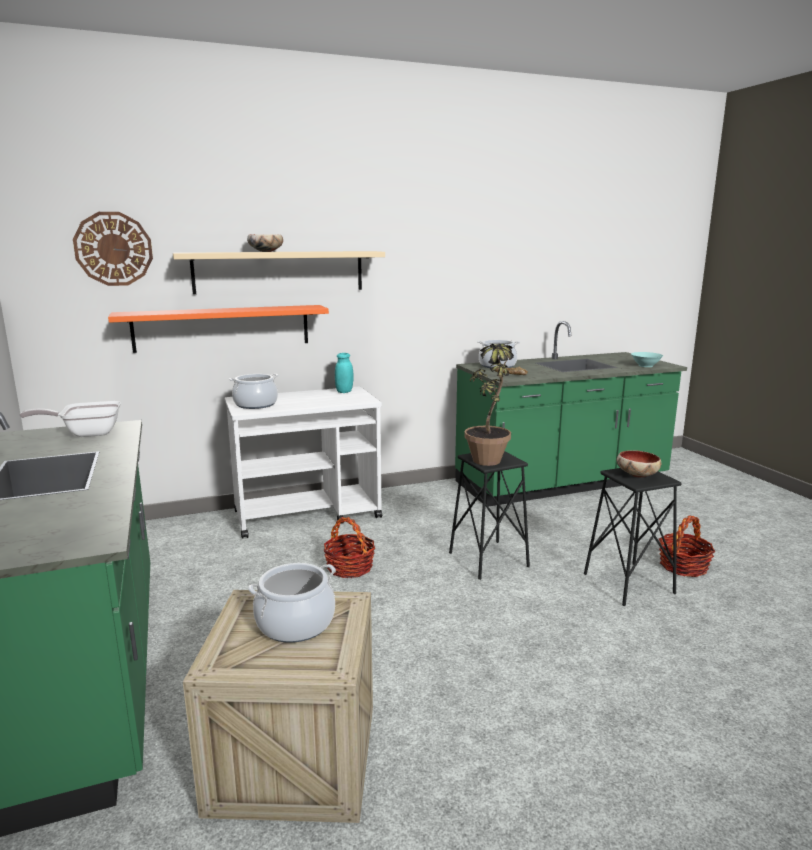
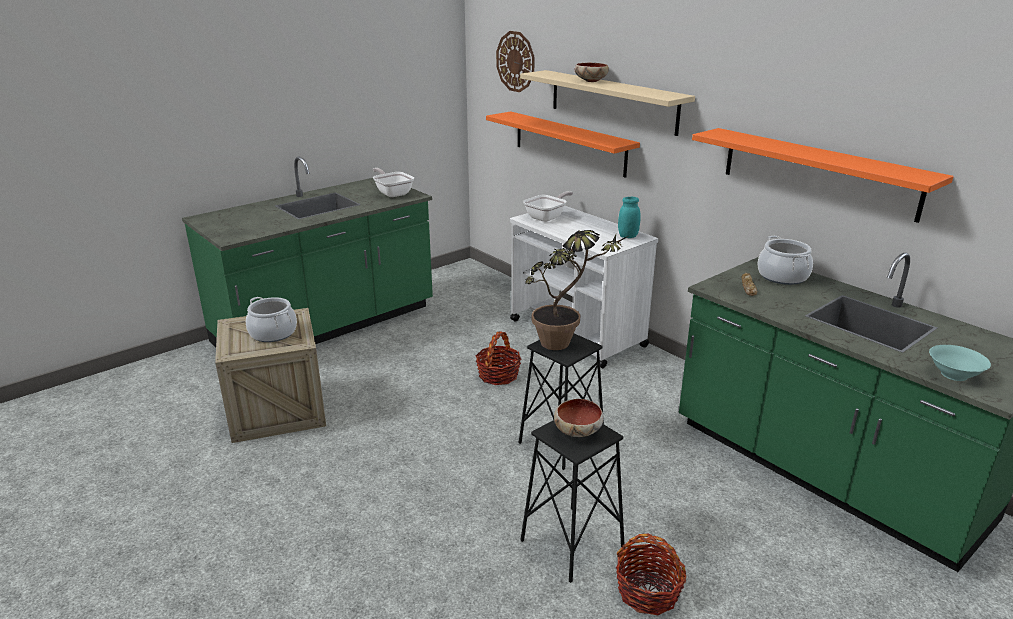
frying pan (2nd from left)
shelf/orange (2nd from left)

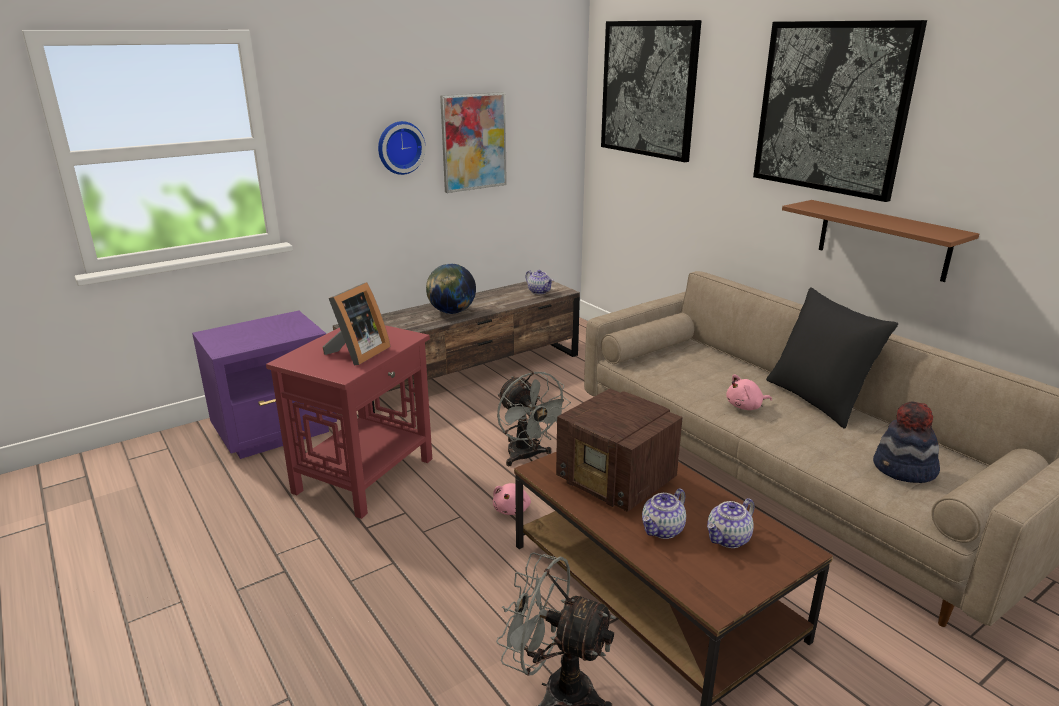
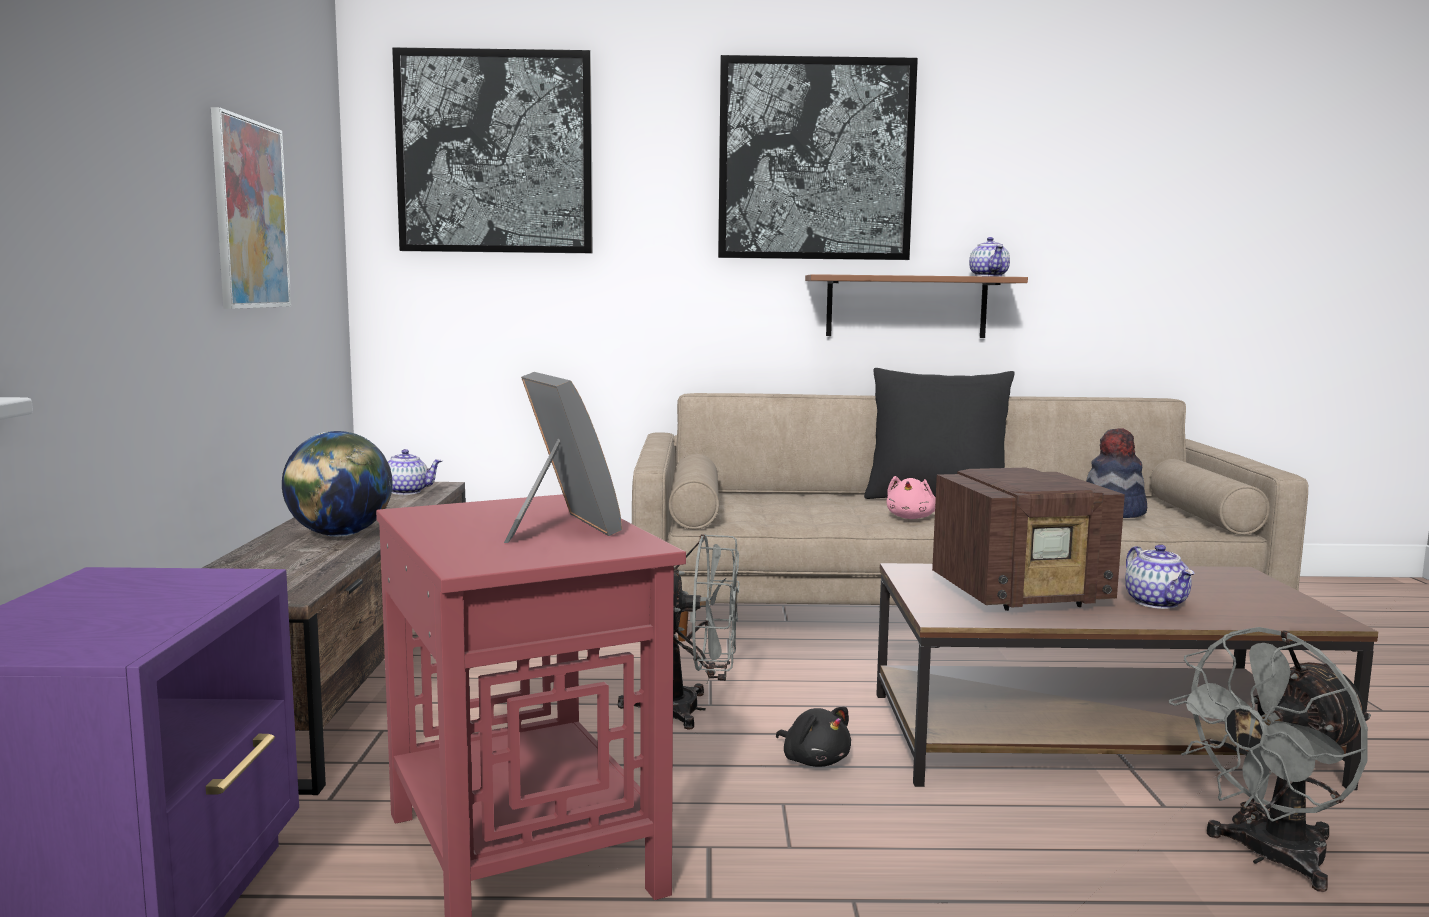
wall clock
plush toy/black
teapot (2nd from left)

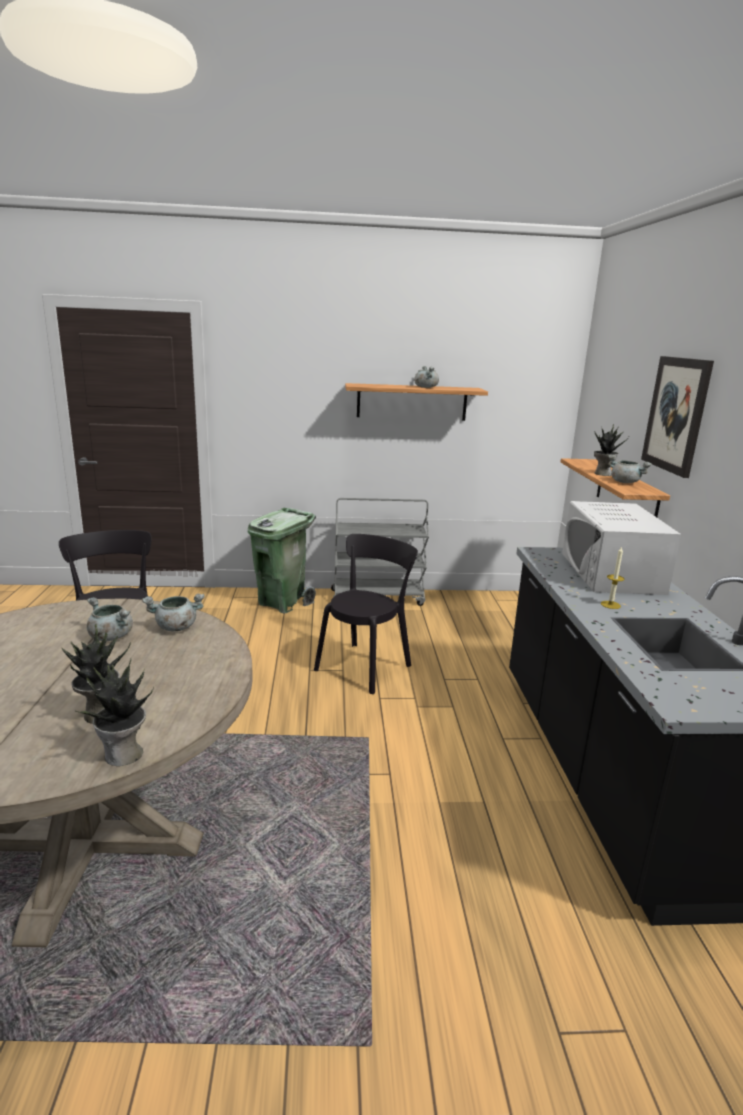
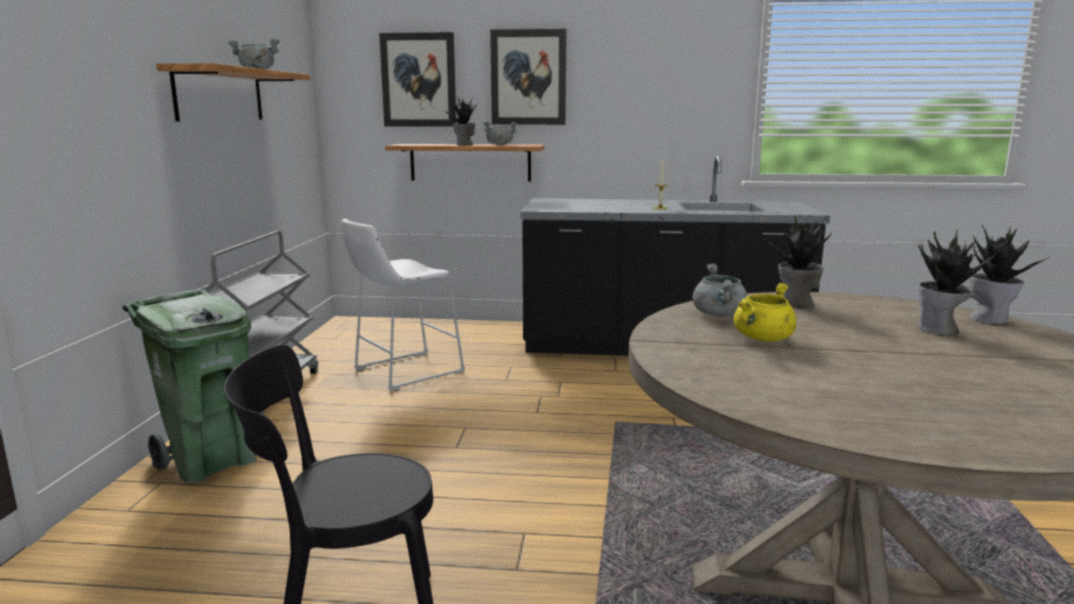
microwave/white
chair/black (2nd from left in the first image)
cooking pot/yellow
picture (1st from left)
potted plant (2nd from left)
stool/white

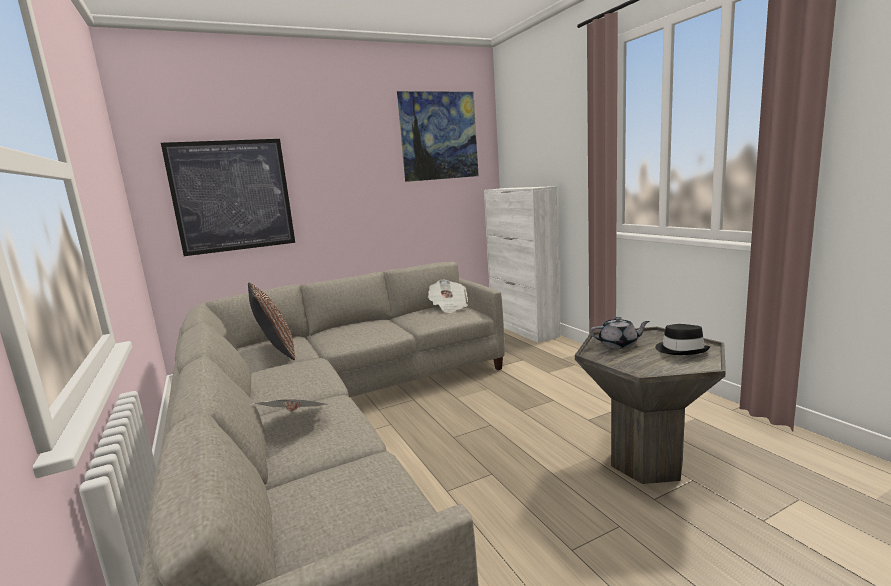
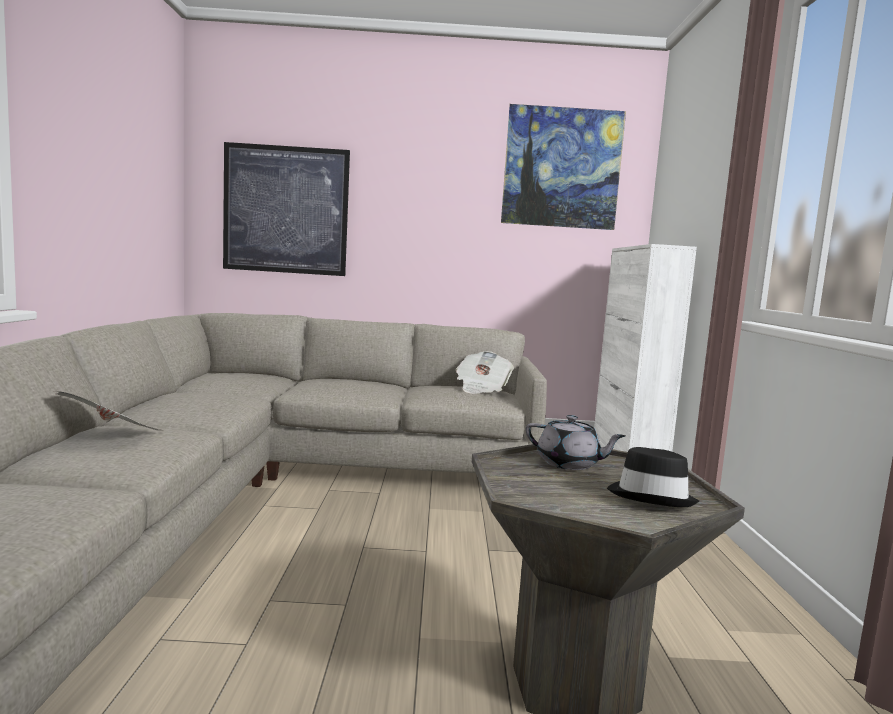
pillow/brown

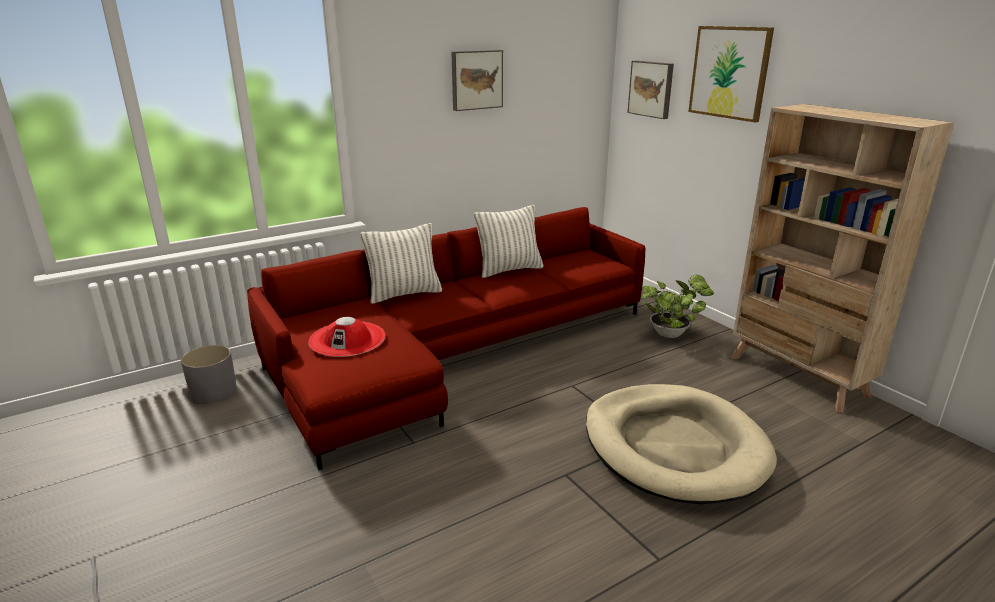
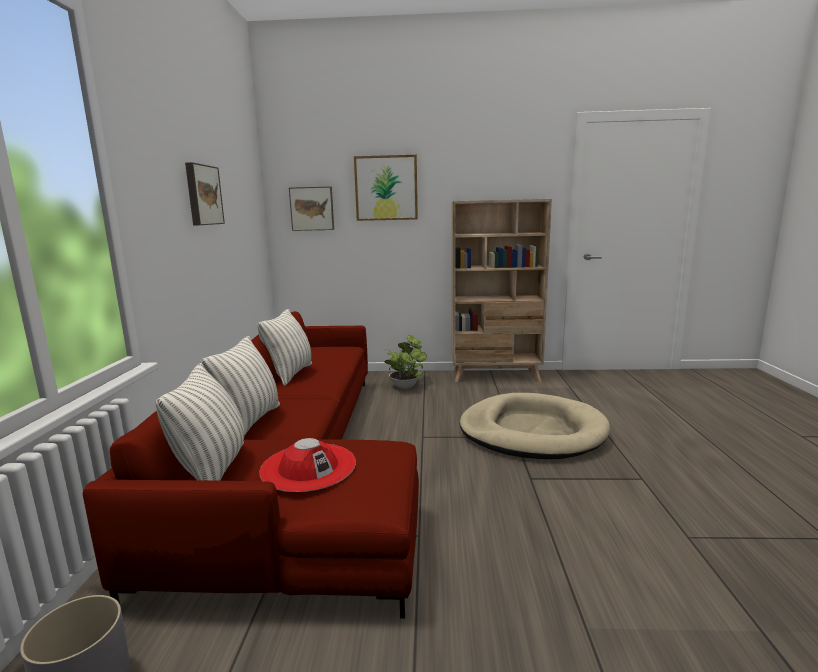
pillow (1st from left)

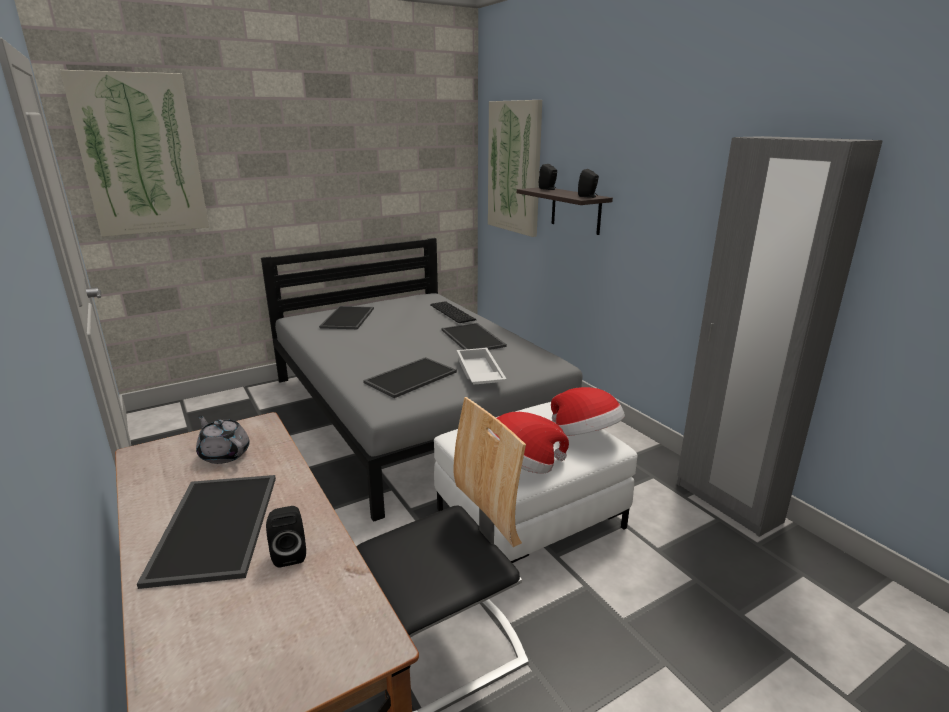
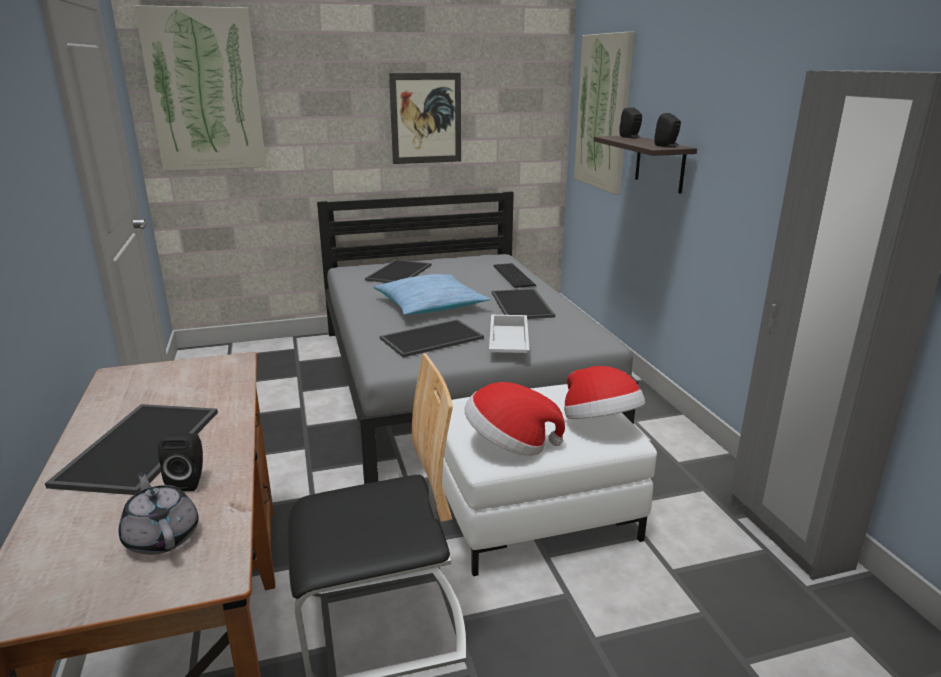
teapot/grey
picture (2nd from left)
pillow

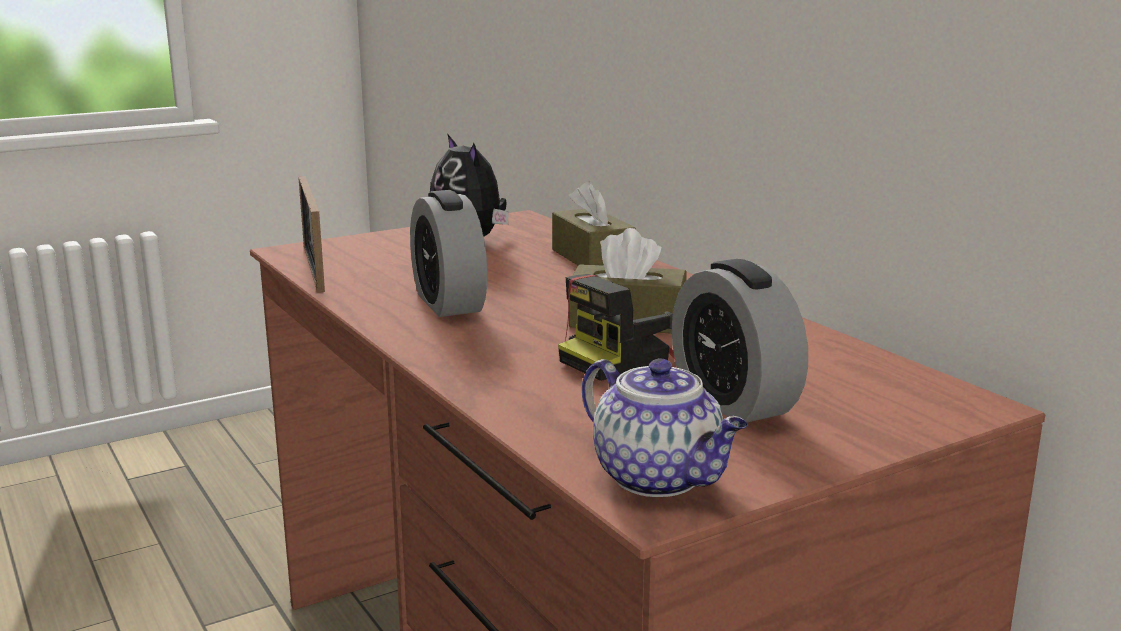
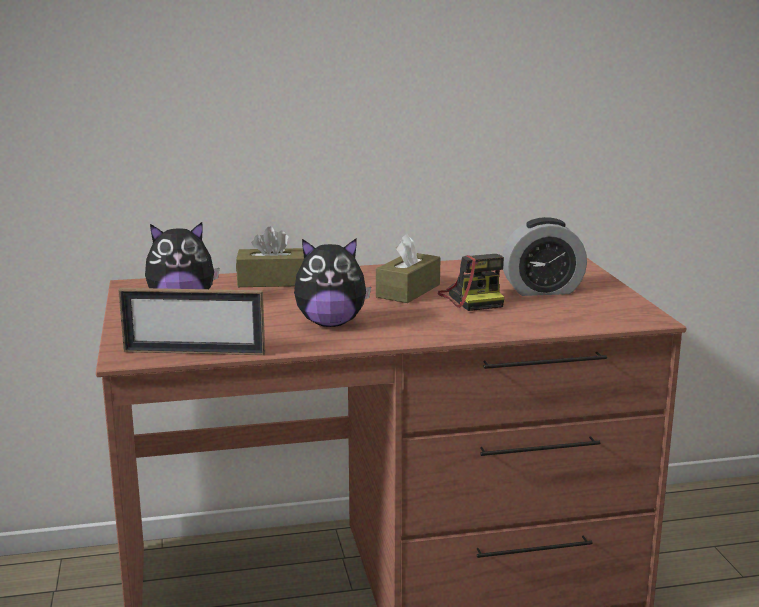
plush toy (2nd from left)
teapot

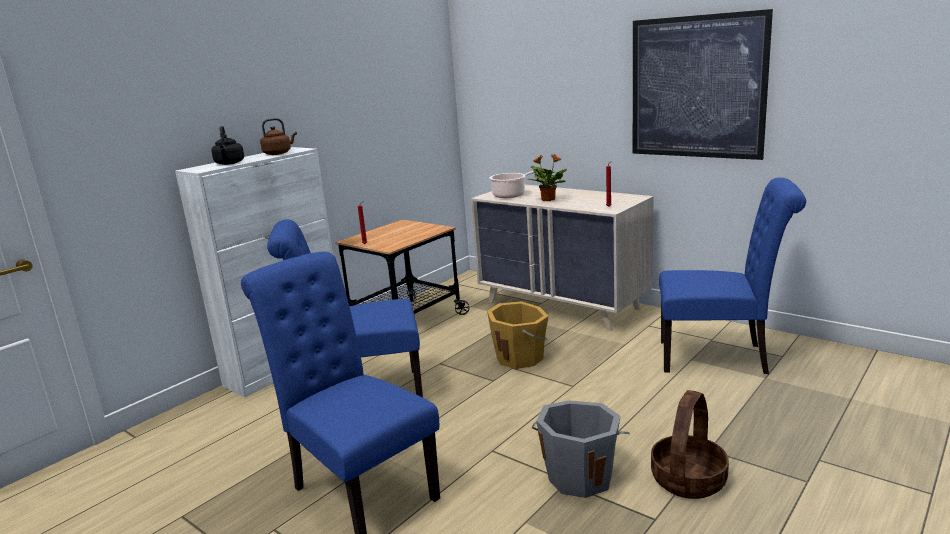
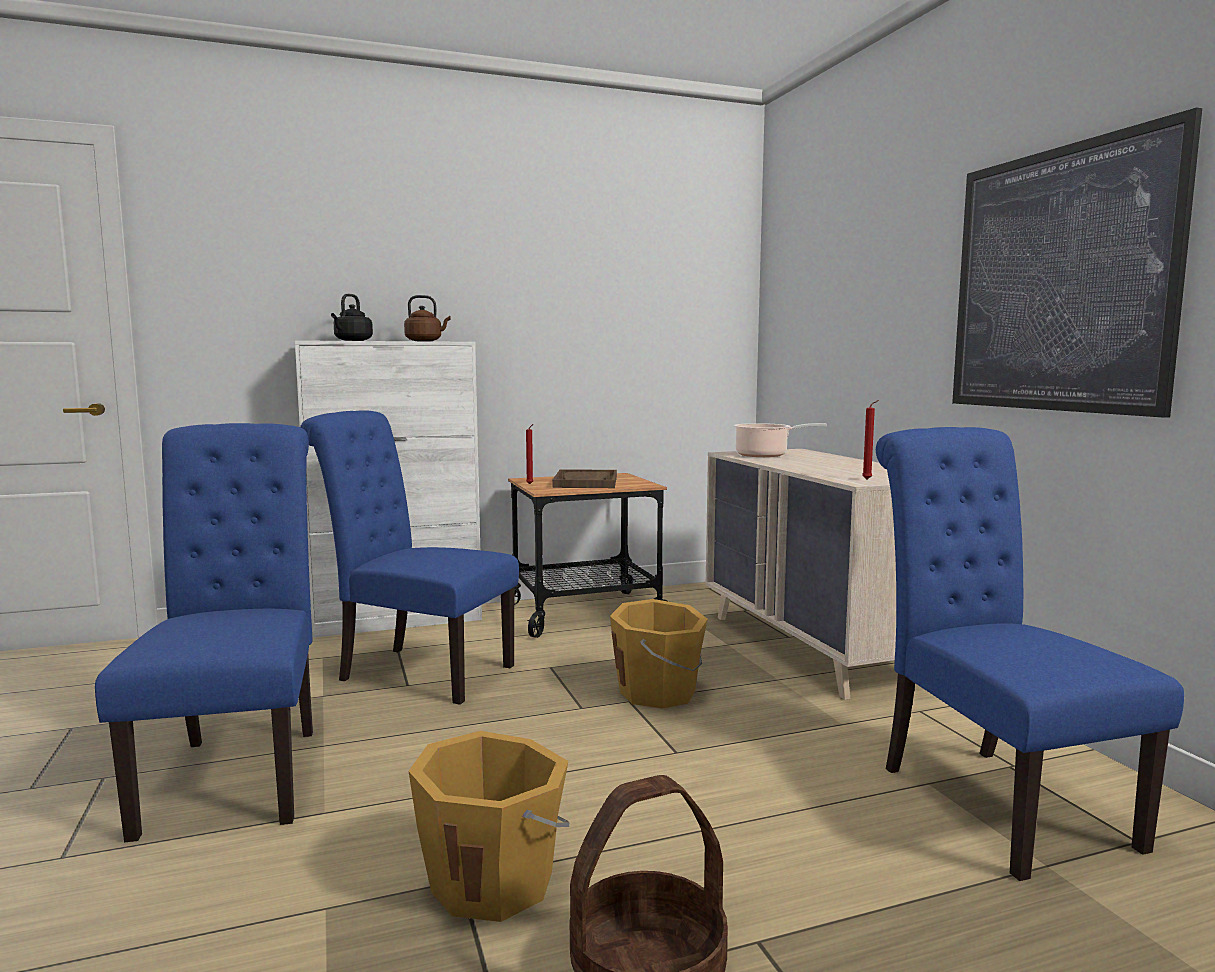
potted plant
chair/blue (3rd from left)
bucket/orange (1st from left)
tray/brown

